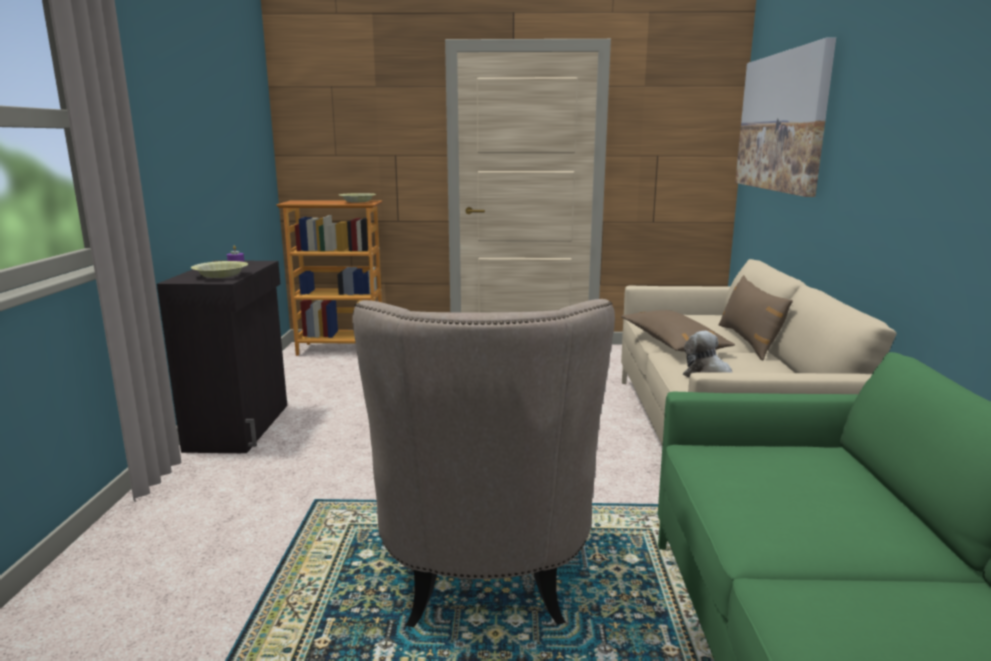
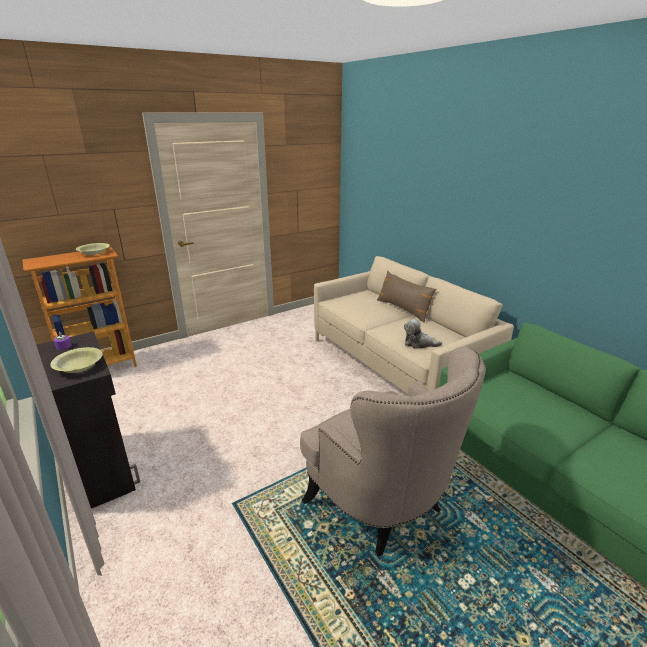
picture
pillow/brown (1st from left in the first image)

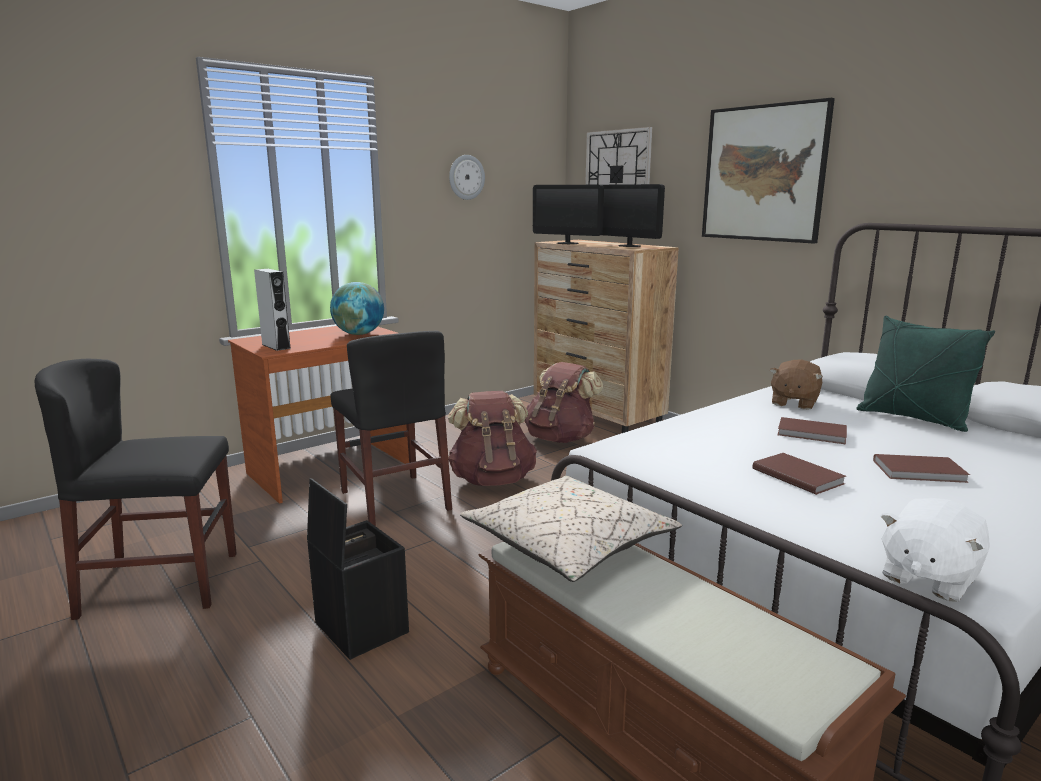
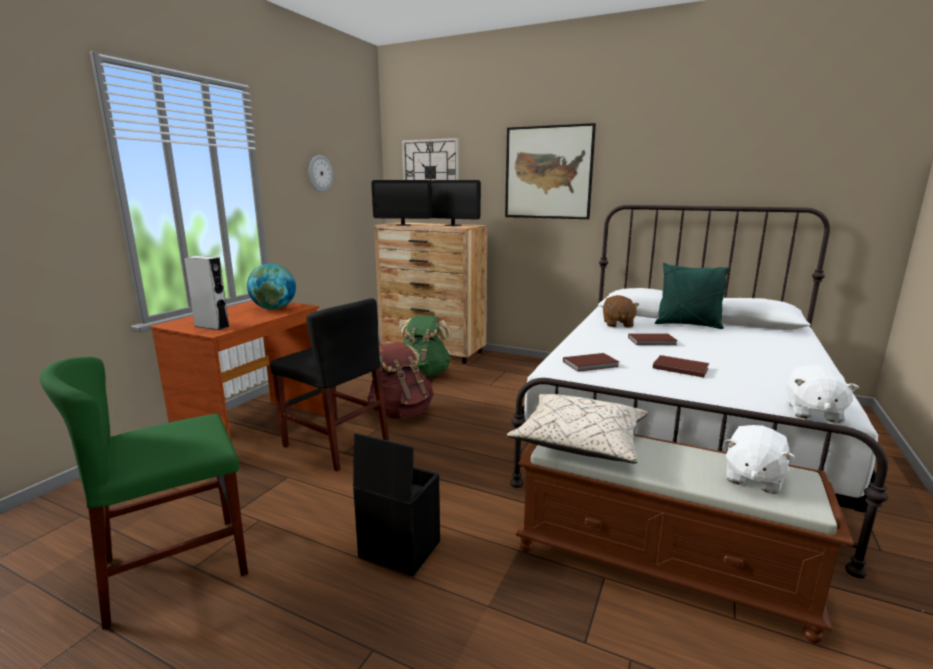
chair/green
backpack/green
book/brown (1st from left)
plush toy/white (1st from left)

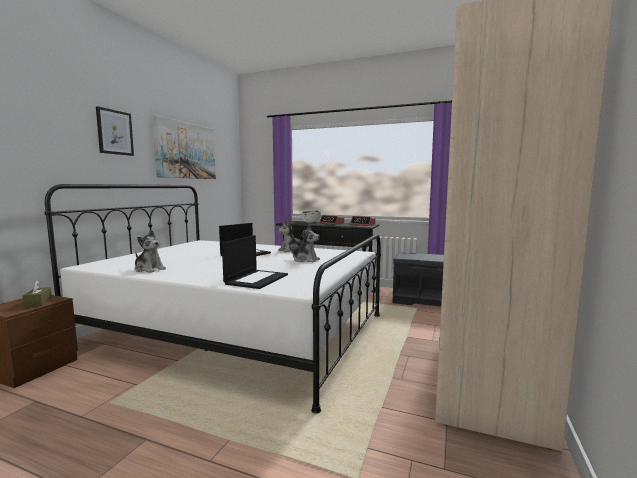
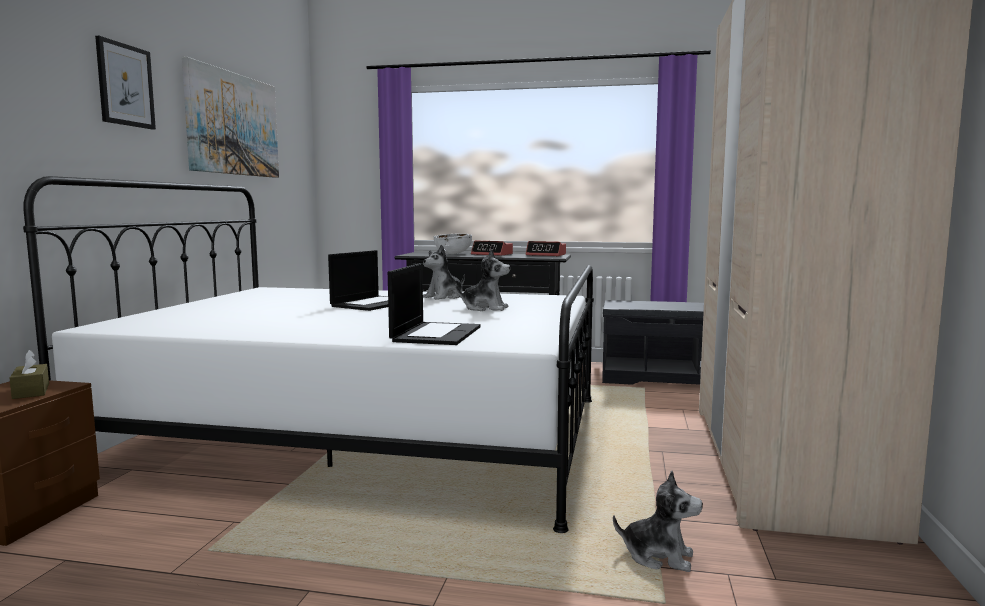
plush toy (3rd from left)

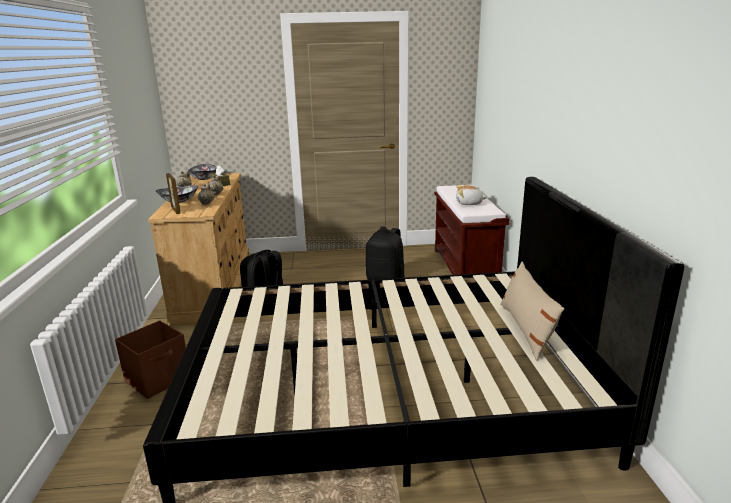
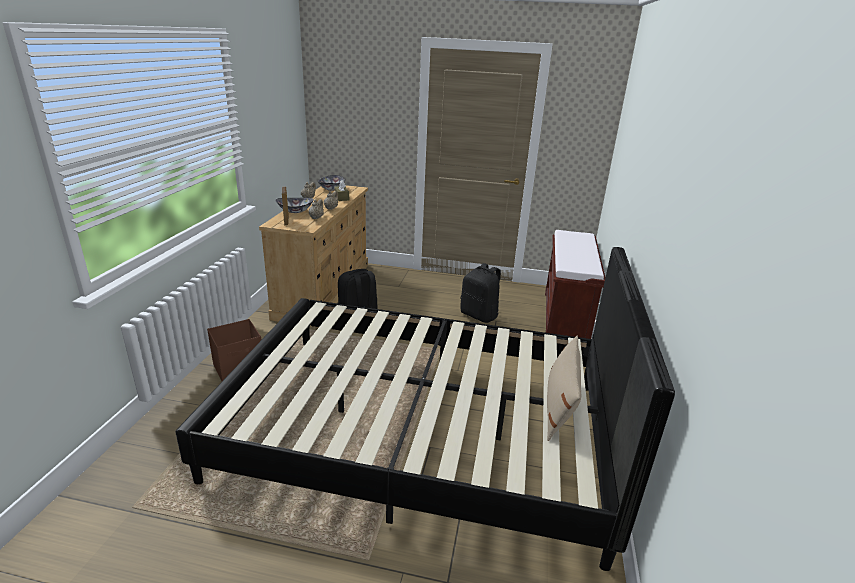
plush toy

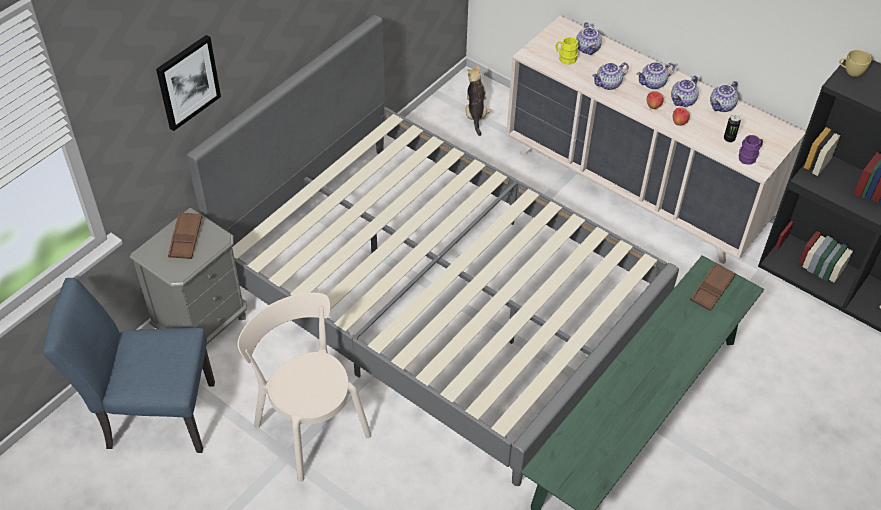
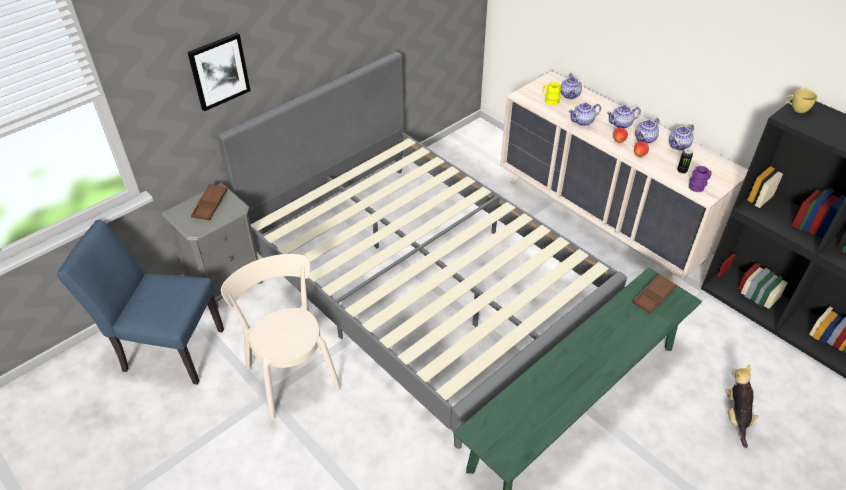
plush toy

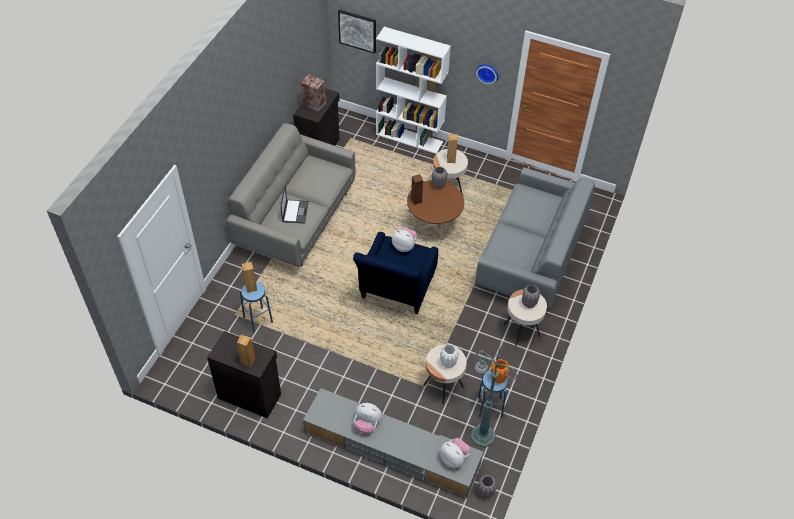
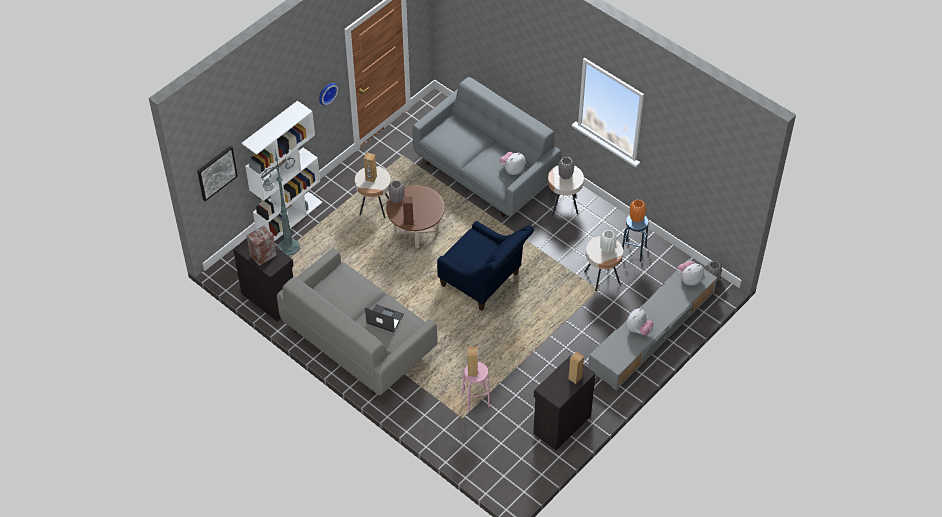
plush toy (1st from left)
stool/pink
floor lamp/green

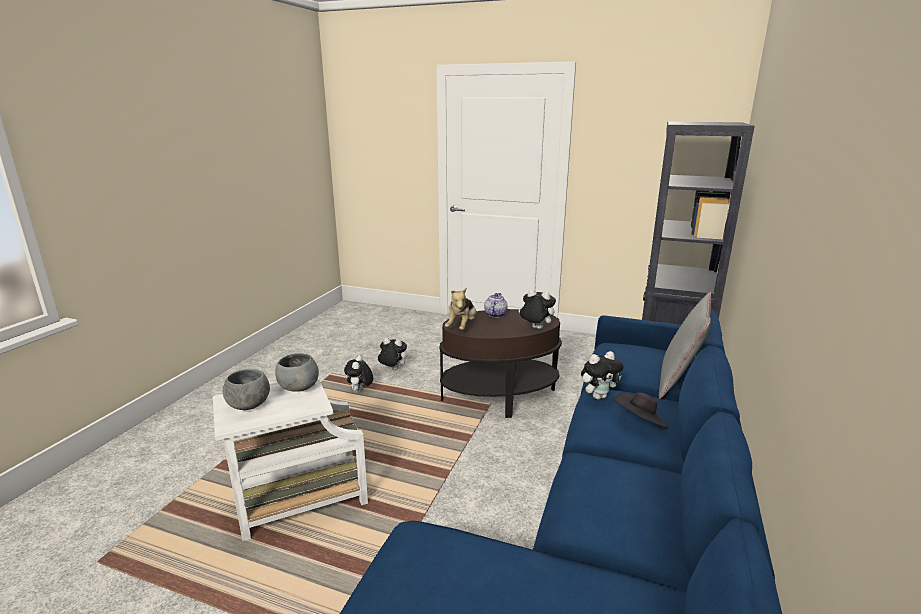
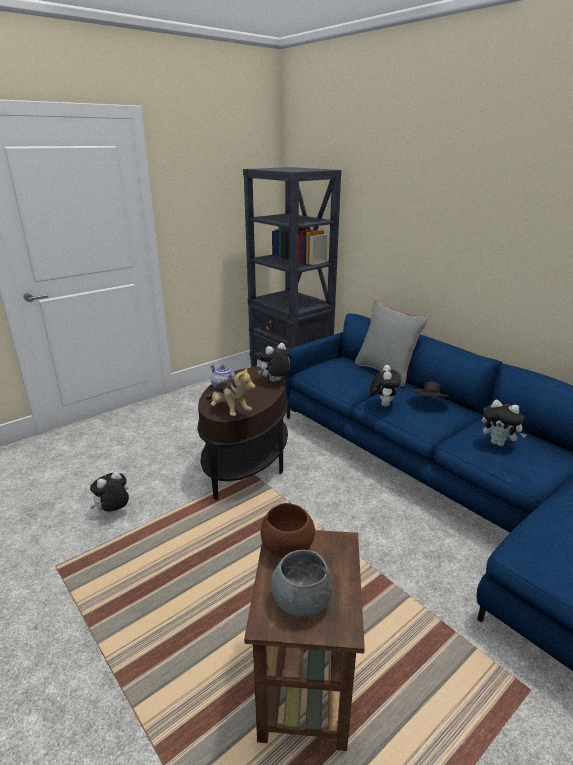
bowl/brown
plush toy (5th from left)
side table/brown (2nd from left)

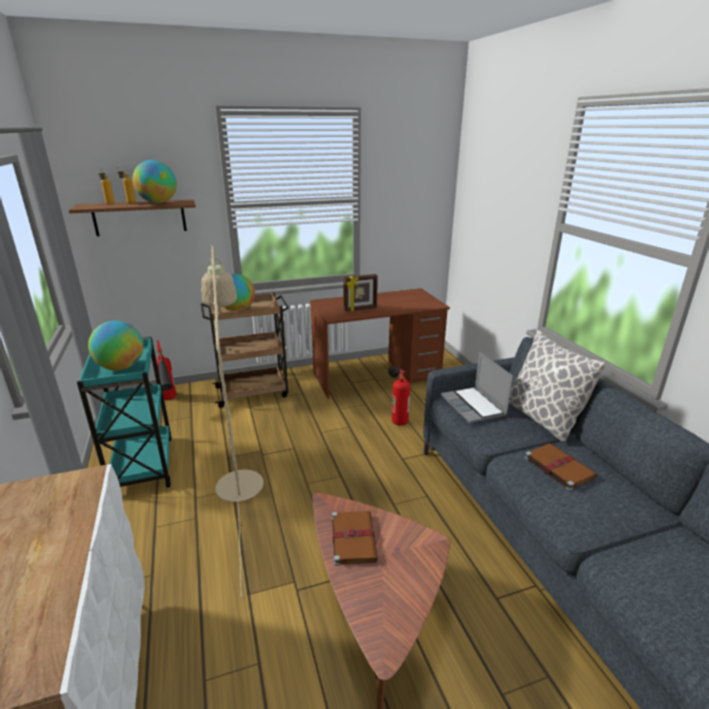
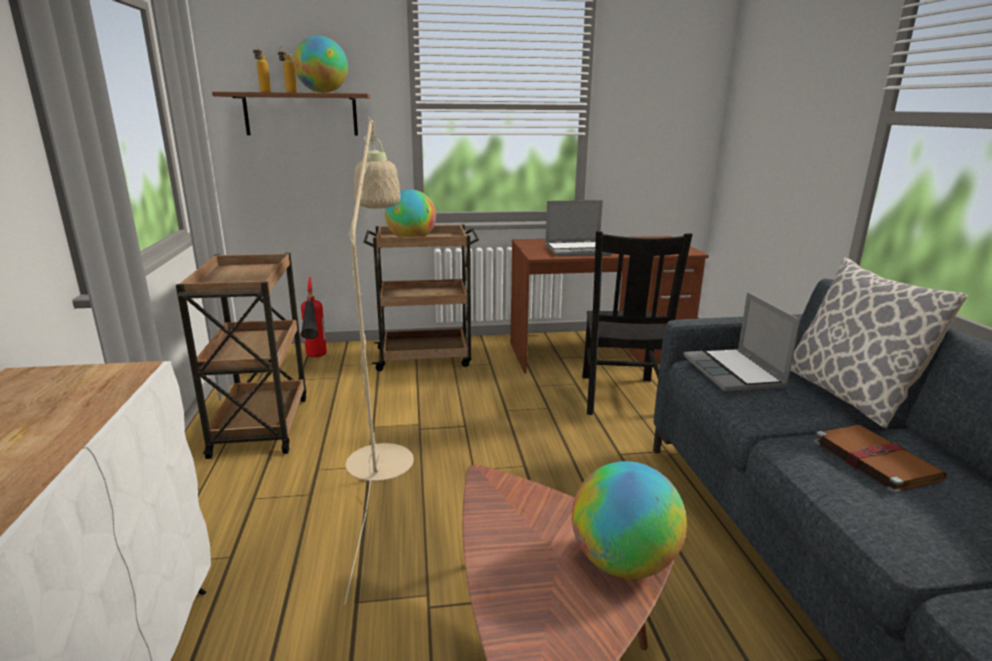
laptop (1st from left)
globe (3rd from left)
cart/brown (1st from left)
chair/black
book/brown (1st from left in the first image)

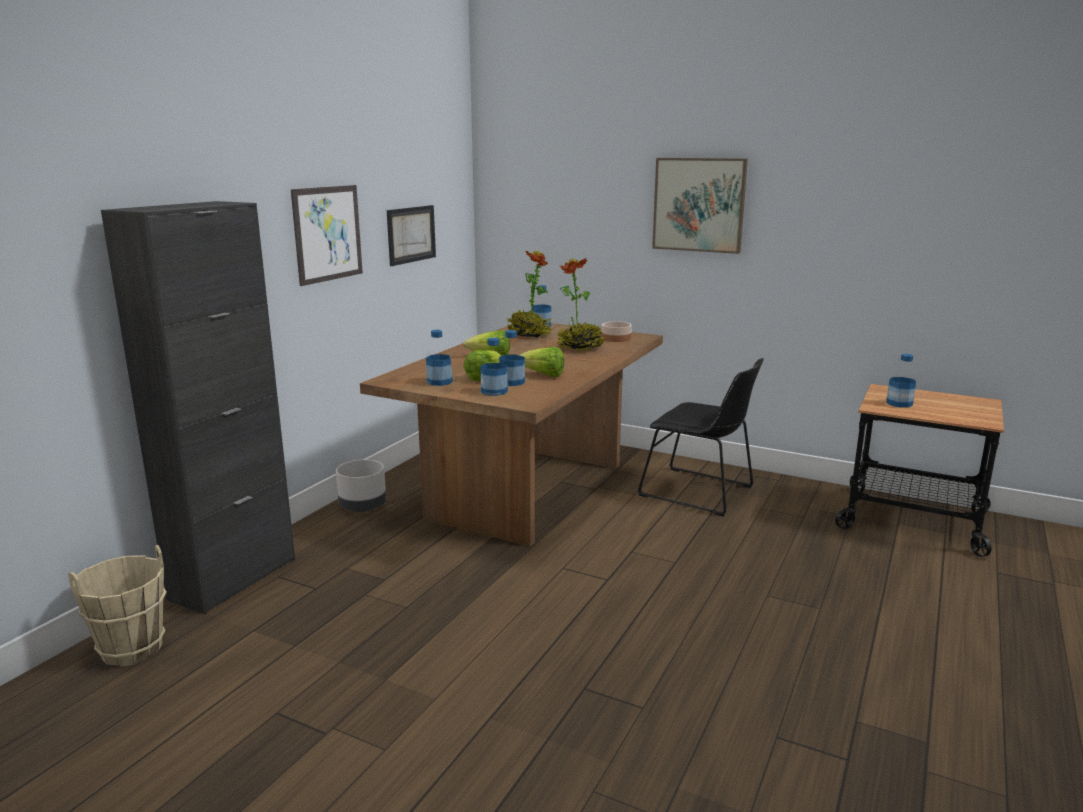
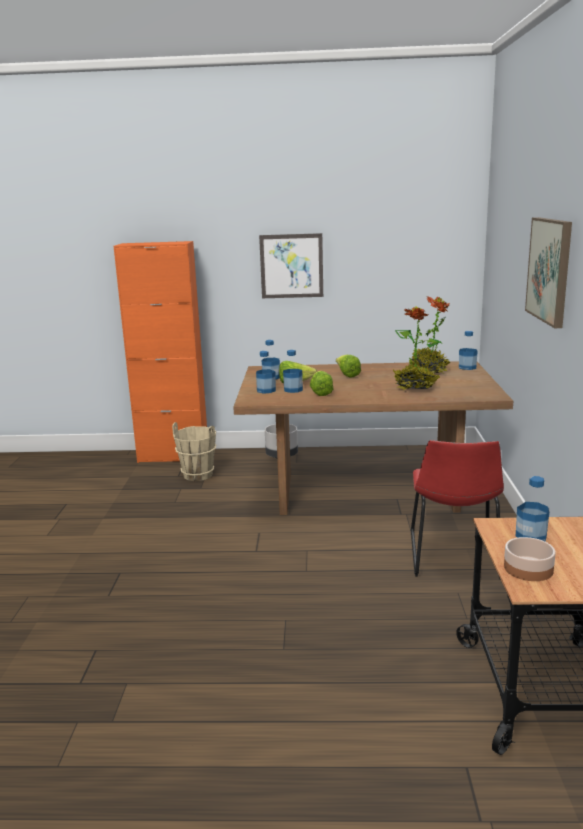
cabinet/orange
picture (2nd from left in the first image)
bowl
chair/red
bucket/beige

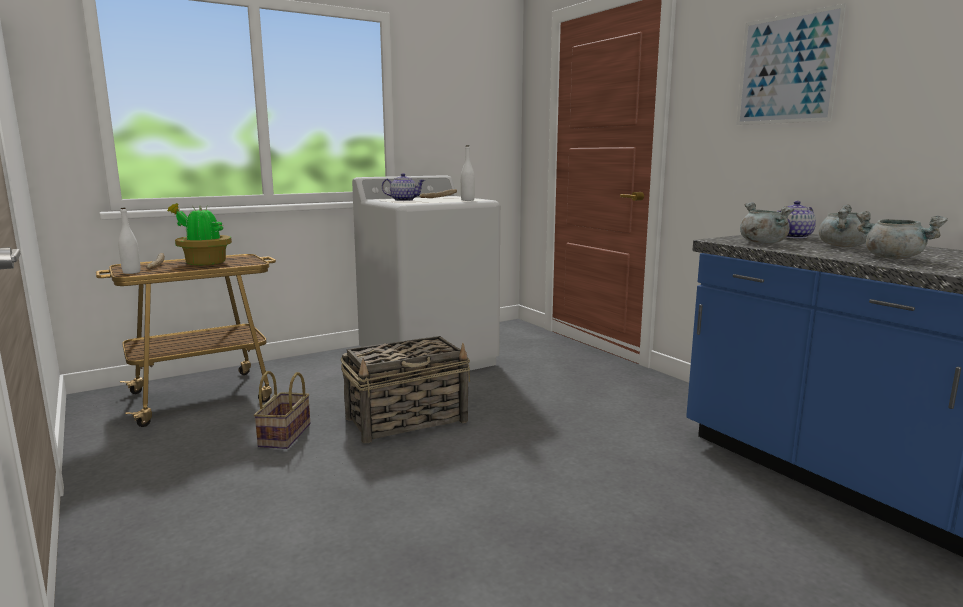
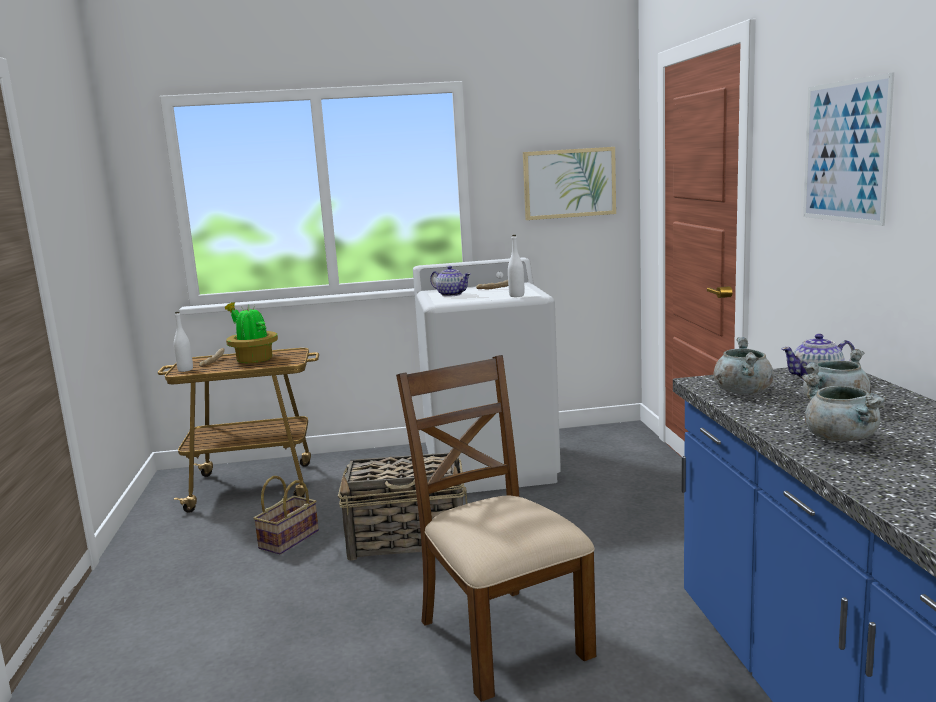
picture (1st from left)
chair/brown

